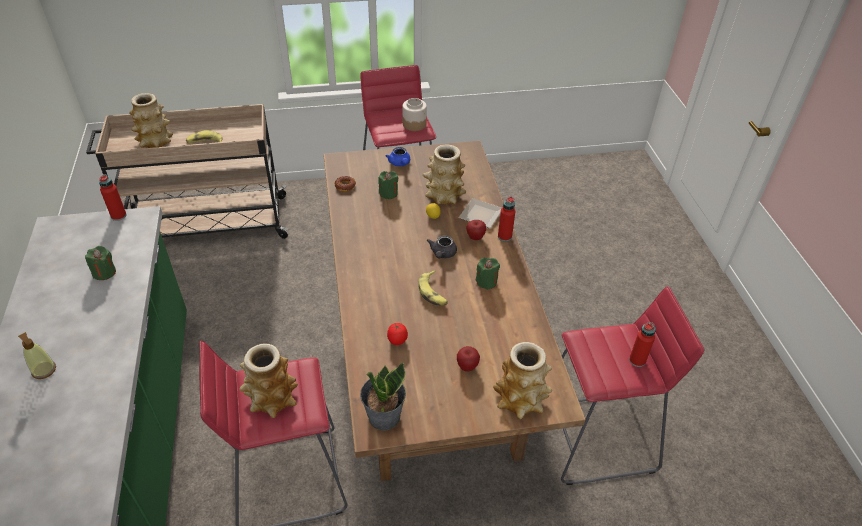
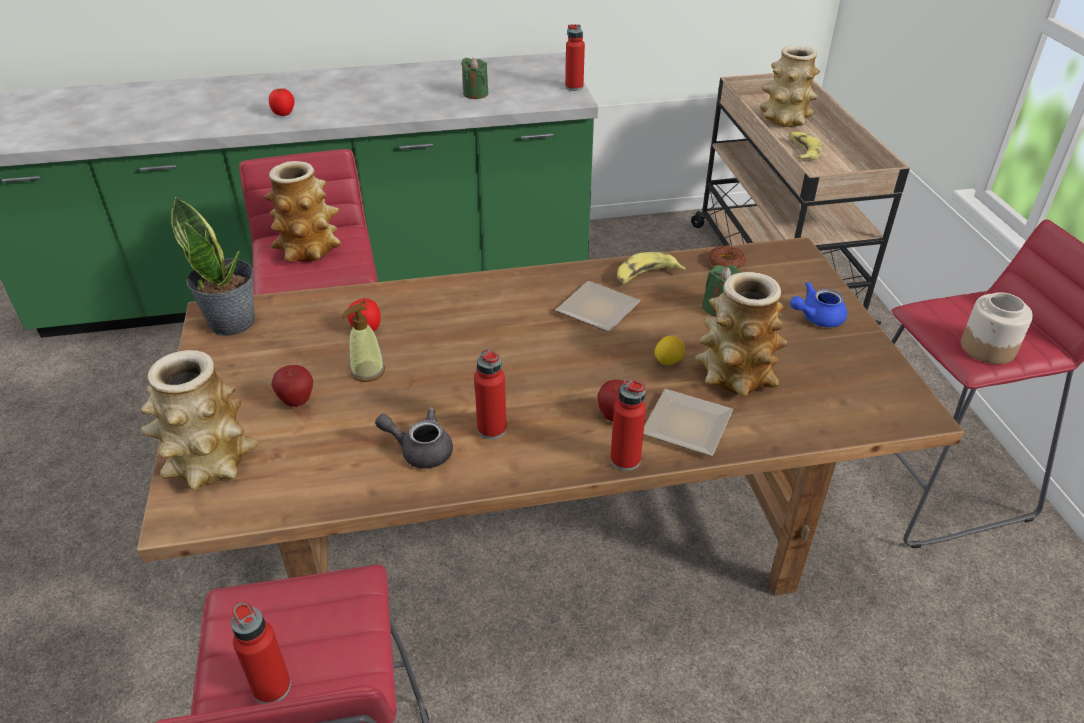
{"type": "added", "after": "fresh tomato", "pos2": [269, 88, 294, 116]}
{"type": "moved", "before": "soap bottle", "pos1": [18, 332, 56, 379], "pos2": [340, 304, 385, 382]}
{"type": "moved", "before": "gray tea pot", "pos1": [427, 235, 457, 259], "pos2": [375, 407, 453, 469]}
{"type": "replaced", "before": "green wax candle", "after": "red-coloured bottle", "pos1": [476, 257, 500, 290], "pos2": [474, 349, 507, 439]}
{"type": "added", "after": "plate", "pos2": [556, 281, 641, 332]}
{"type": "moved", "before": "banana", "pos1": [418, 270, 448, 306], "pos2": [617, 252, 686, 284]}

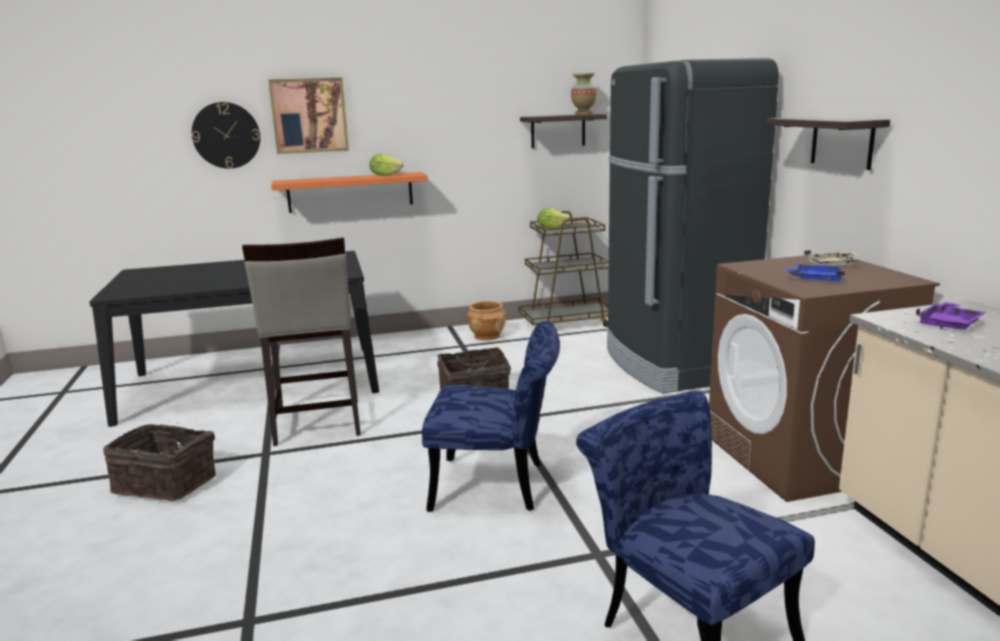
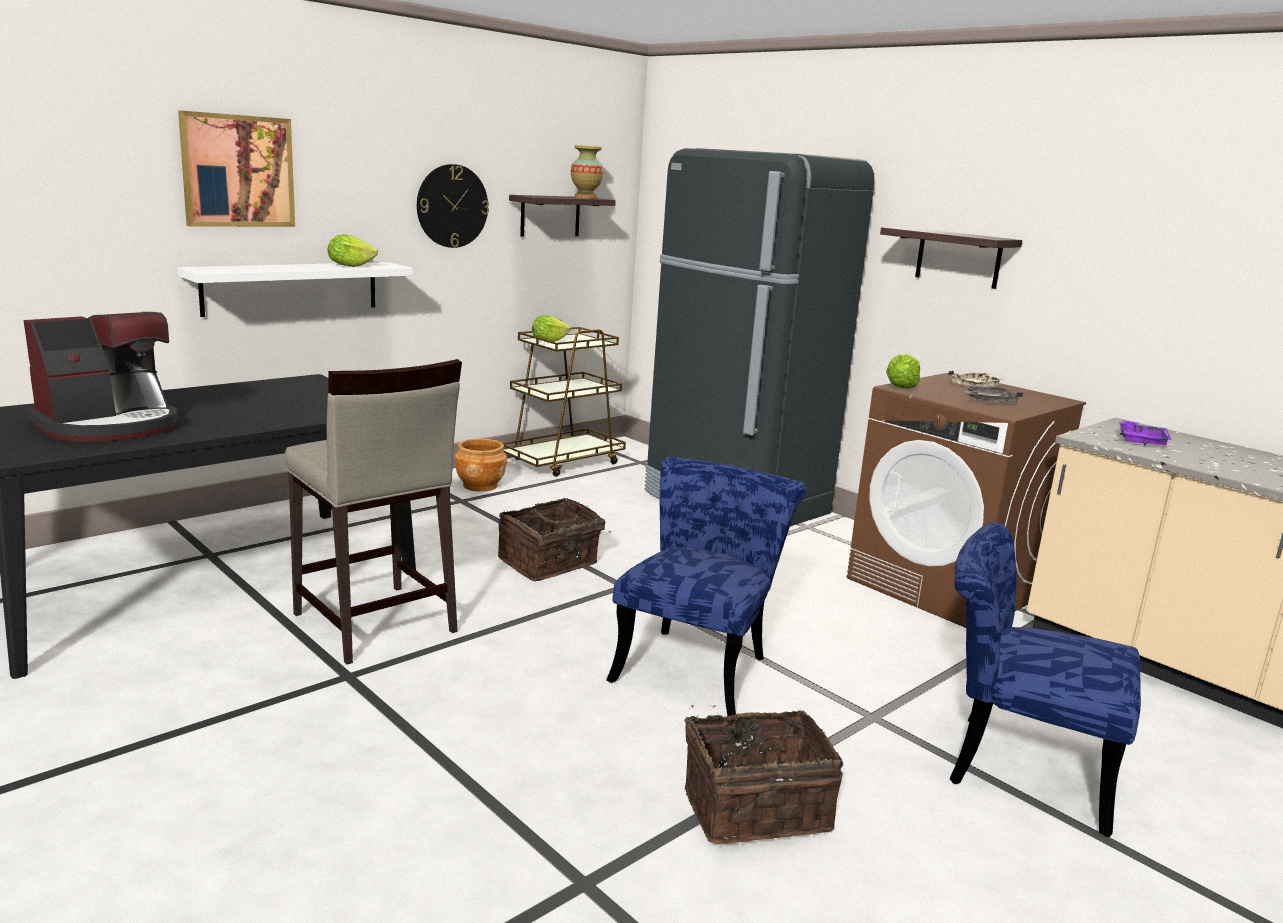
{"type": "added", "after": "coffee brewer", "pos2": [23, 312, 178, 442]}
{"type": "recoloured", "before": "orange wall shelf", "after": "white wall shelf", "pos1": [271, 172, 428, 213], "pos2": [177, 262, 413, 317]}
{"type": "moved", "before": "hanging clock", "pos1": [192, 102, 260, 169], "pos2": [417, 164, 489, 248]}
{"type": "turned", "before": "blue plain chair", "pos1": [422, 321, 560, 512], "pos2": [606, 457, 807, 716], "turn": -45}
{"type": "moved", "before": "basket", "pos1": [103, 420, 216, 501], "pos2": [684, 705, 843, 844]}
{"type": "added", "after": "lettuce head", "pos2": [886, 354, 920, 388]}
{"type": "recoloured", "before": "blue carrying tray", "after": "gray carrying tray", "pos1": [785, 263, 845, 281], "pos2": [964, 385, 1023, 403]}

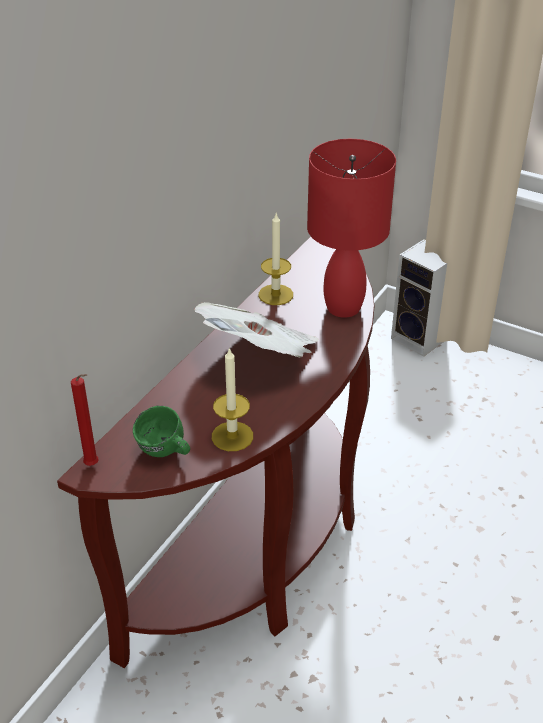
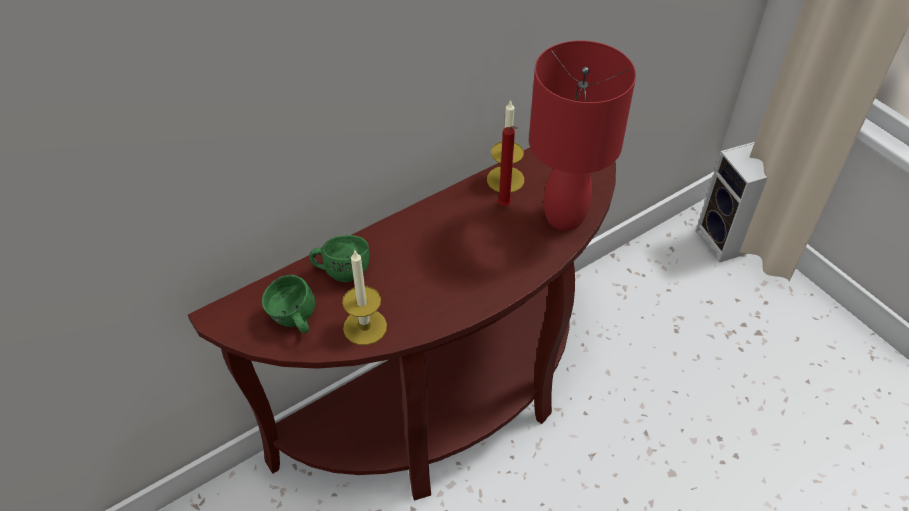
{"type": "added", "after": "green coffee mug", "pos2": [309, 235, 369, 282]}
{"type": "moved", "before": "red-coloured wax candle", "pos1": [71, 374, 99, 466], "pos2": [498, 126, 518, 206]}
{"type": "removed", "before": "printed paper", "pos1": [195, 302, 319, 358]}

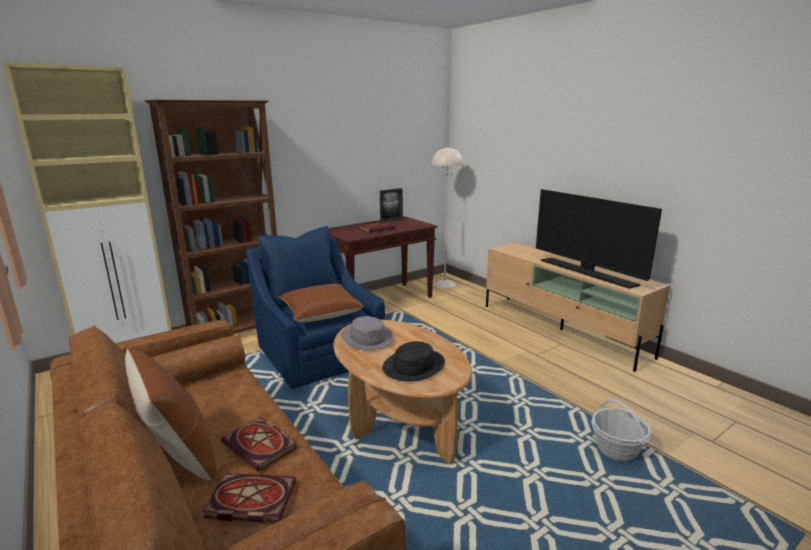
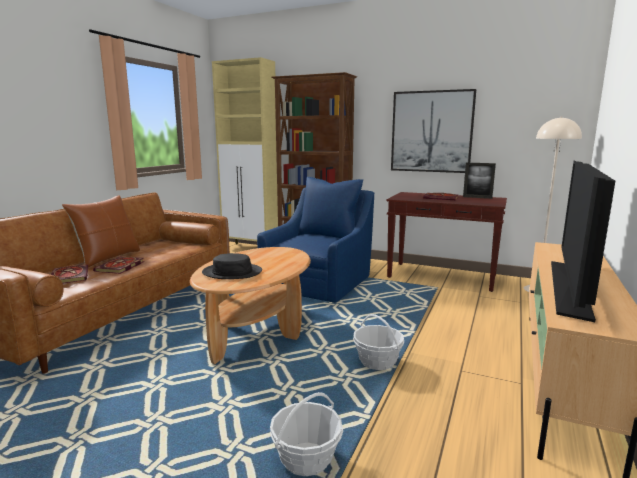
{"type": "added", "after": "basket", "pos2": [353, 314, 404, 370]}
{"type": "added", "after": "wall picture", "pos2": [391, 89, 476, 173]}
{"type": "removed", "before": "brownish cushion", "pos1": [279, 283, 364, 322]}
{"type": "removed", "before": "gray wearable hat", "pos1": [341, 316, 395, 350]}

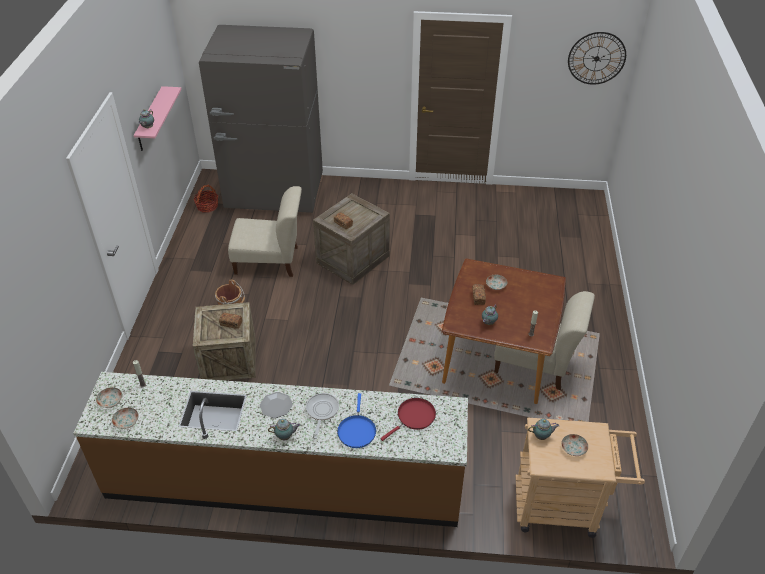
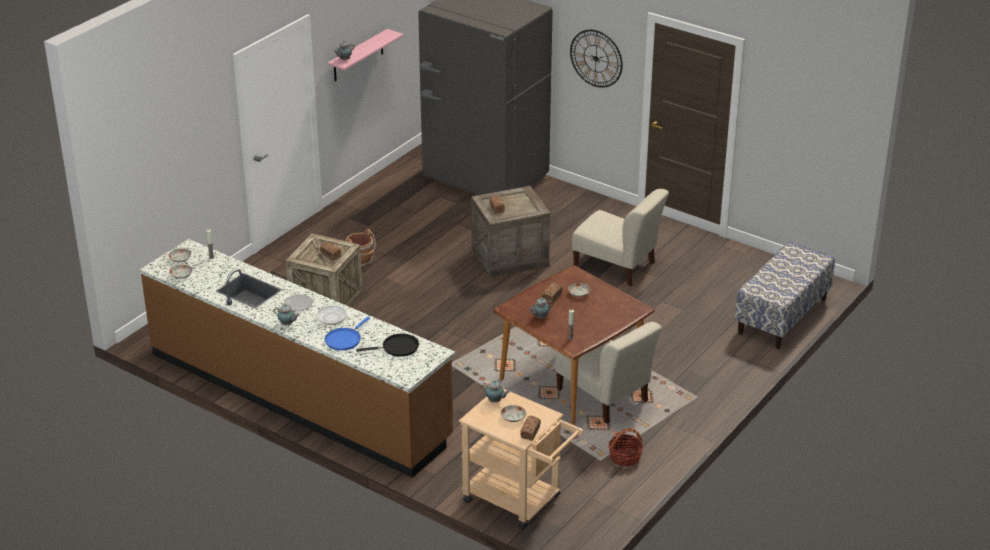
{"type": "recoloured", "before": "red-coloured frying pan", "after": "black frying pan", "pos1": [380, 398, 436, 441], "pos2": [356, 334, 419, 357]}
{"type": "added", "after": "baked bread", "pos2": [521, 416, 541, 441]}
{"type": "moved", "before": "hanging clock", "pos1": [568, 32, 626, 85], "pos2": [570, 30, 623, 88]}
{"type": "moved", "before": "beige plain chair", "pos1": [228, 186, 302, 277], "pos2": [572, 189, 669, 286]}
{"type": "moved", "before": "basket", "pos1": [194, 185, 218, 212], "pos2": [608, 428, 643, 467]}
{"type": "added", "after": "bench", "pos2": [735, 242, 835, 349]}

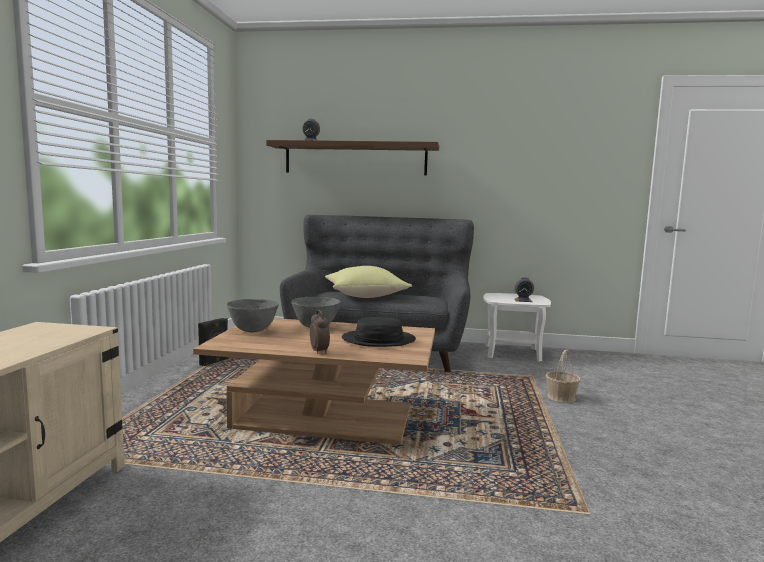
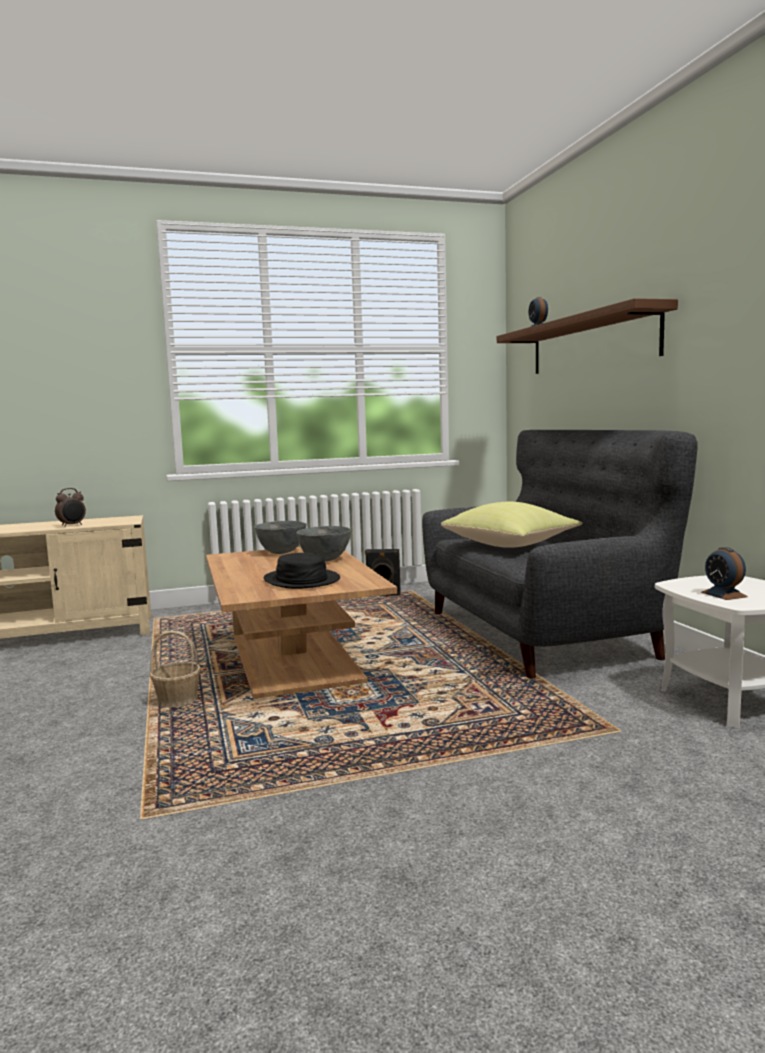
{"type": "moved", "before": "bedside clock", "pos1": [310, 310, 330, 354], "pos2": [55, 488, 86, 527]}
{"type": "moved", "before": "basket", "pos1": [546, 349, 581, 403], "pos2": [149, 631, 201, 707]}

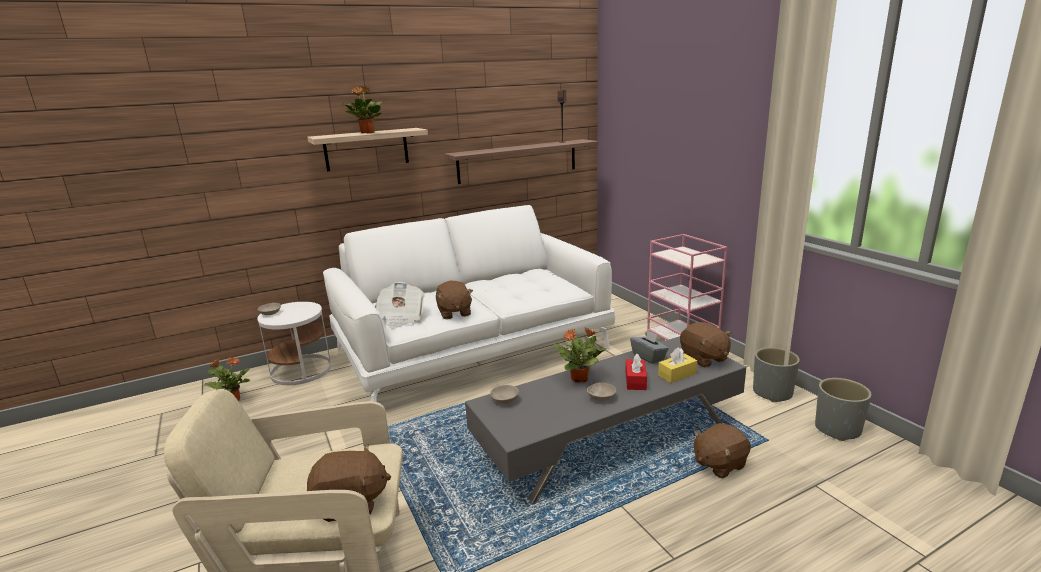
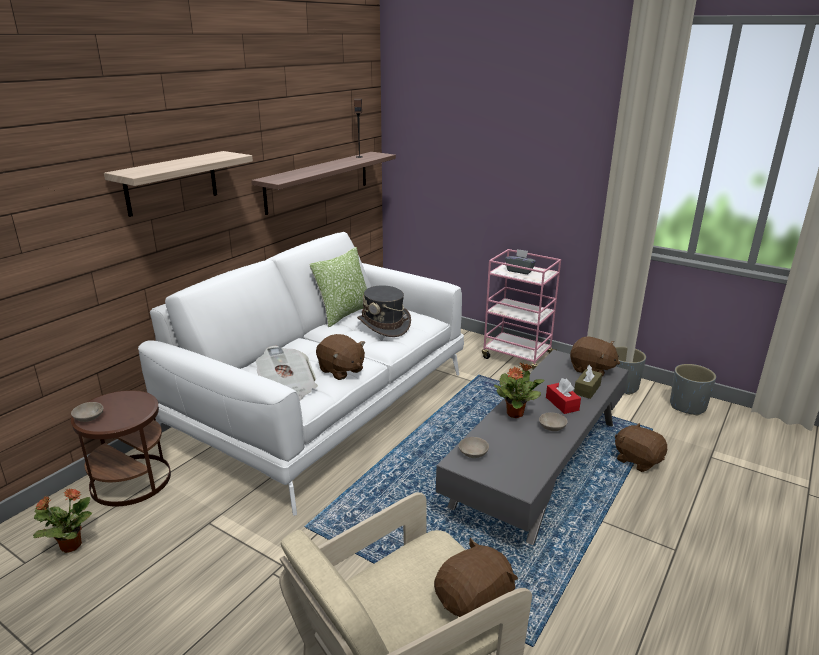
{"type": "recoloured", "before": "white side table", "after": "brownish side table", "pos1": [257, 302, 331, 385], "pos2": [71, 390, 171, 506]}
{"type": "added", "after": "cushion", "pos2": [309, 247, 367, 328]}
{"type": "added", "after": "gray wearable hat", "pos2": [357, 286, 411, 337]}
{"type": "moved", "before": "gray tissue box", "pos1": [630, 330, 669, 364], "pos2": [505, 249, 536, 274]}
{"type": "recoloured", "before": "yellowish tissue box", "after": "brownish tissue box", "pos1": [658, 347, 697, 383], "pos2": [574, 365, 602, 399]}
{"type": "turned", "before": "brownish soft toy", "pos1": [694, 423, 751, 479], "pos2": [615, 423, 667, 472], "turn": 105}
{"type": "removed", "before": "potted plant", "pos1": [343, 86, 382, 133]}

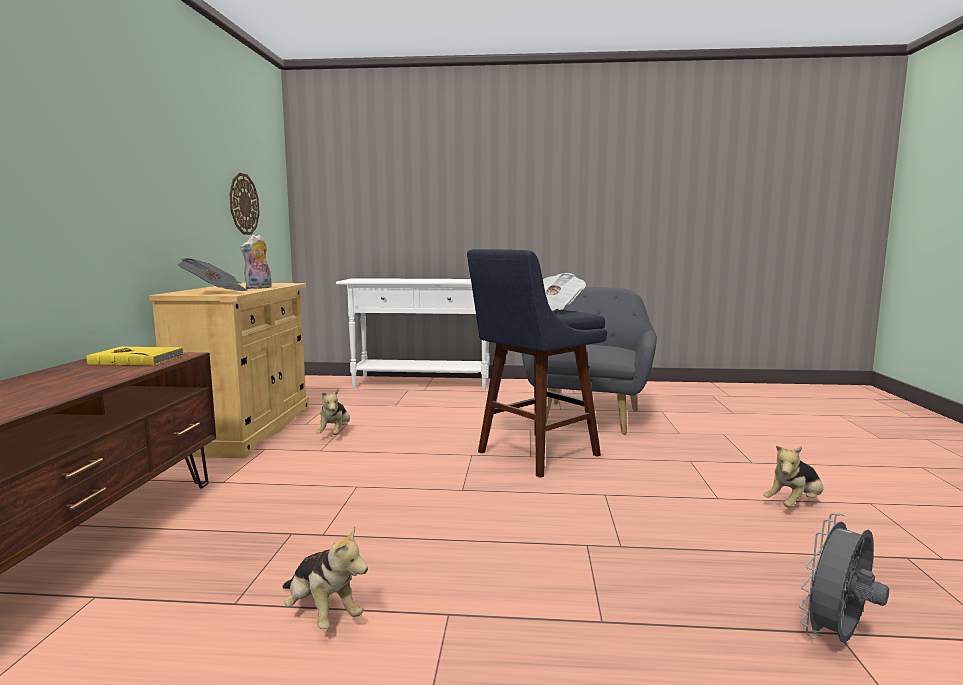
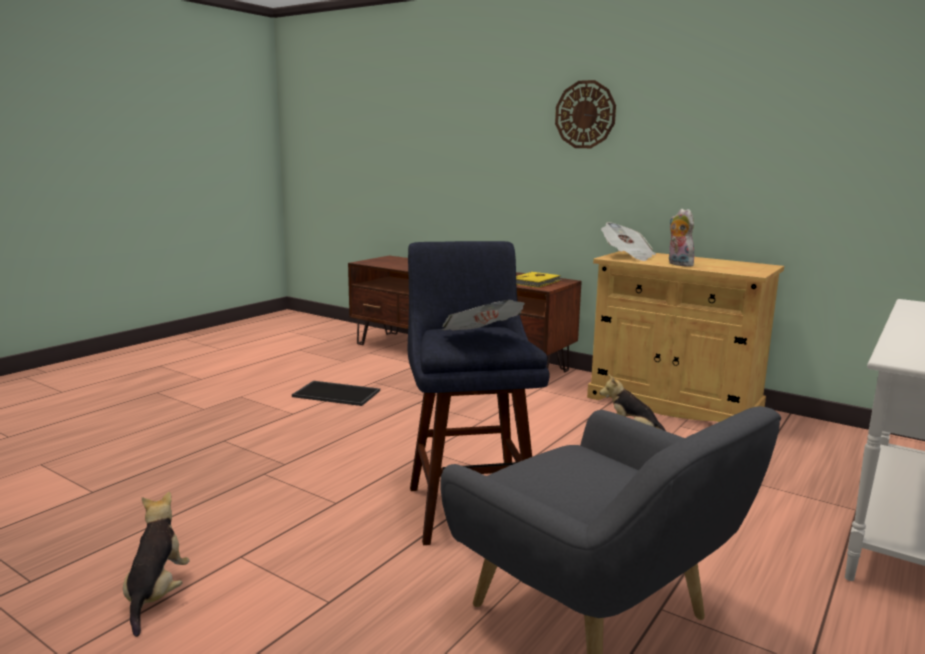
{"type": "replaced", "before": "soft toy", "after": "carrying tray", "pos1": [282, 526, 368, 629], "pos2": [292, 381, 380, 406]}
{"type": "moved", "before": "hanging clock", "pos1": [229, 173, 260, 235], "pos2": [555, 80, 616, 148]}
{"type": "removed", "before": "gray cooling fan", "pos1": [799, 513, 889, 643]}

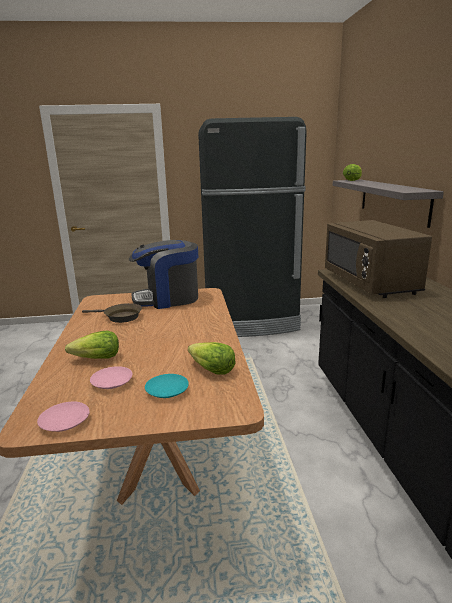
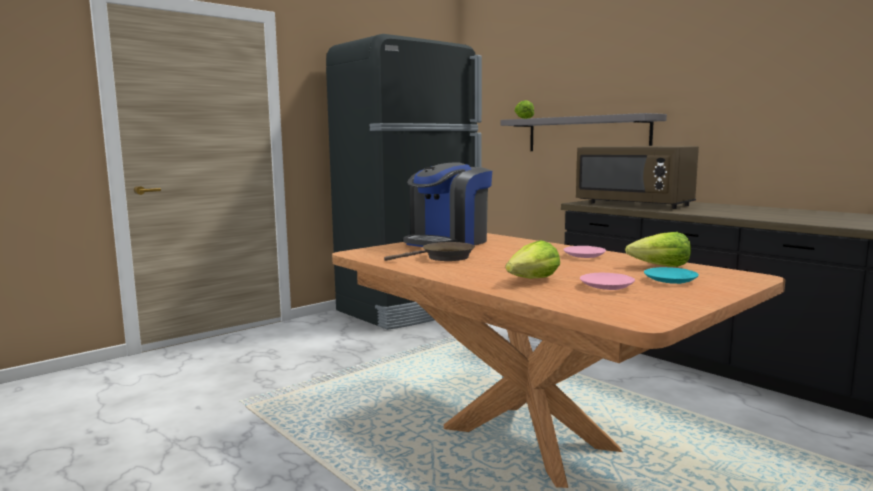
{"type": "moved", "before": "pinkish plate", "pos1": [37, 402, 89, 432], "pos2": [563, 246, 606, 258]}

